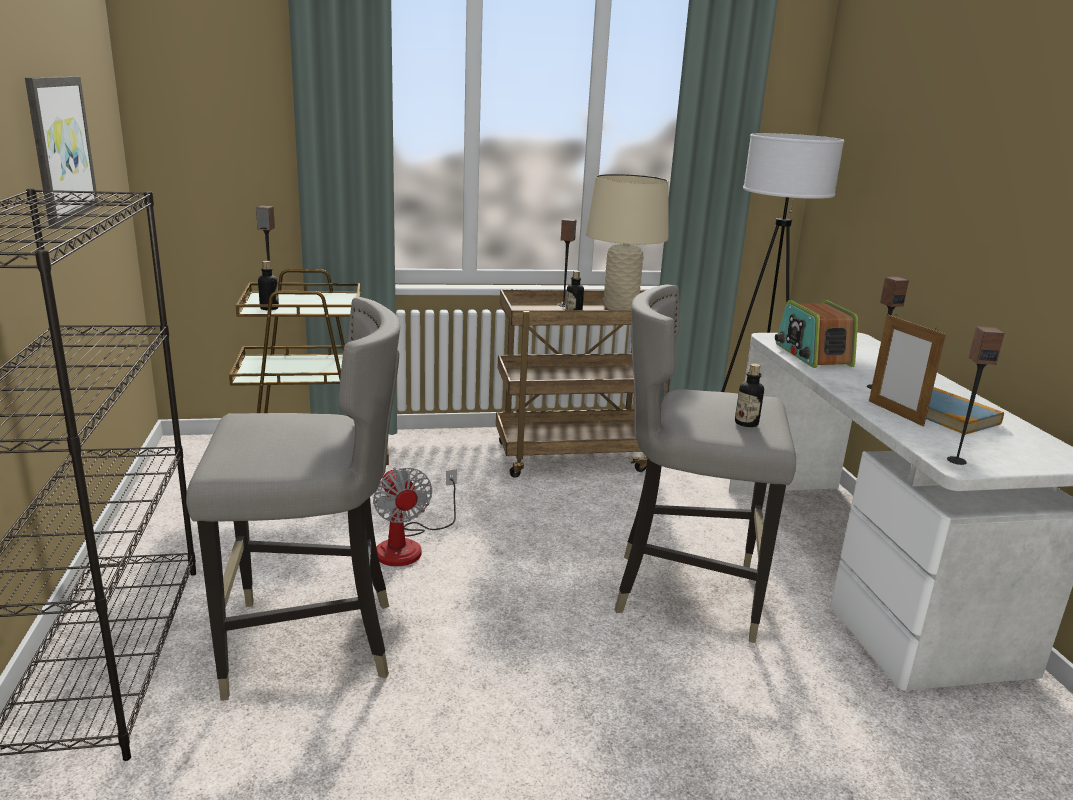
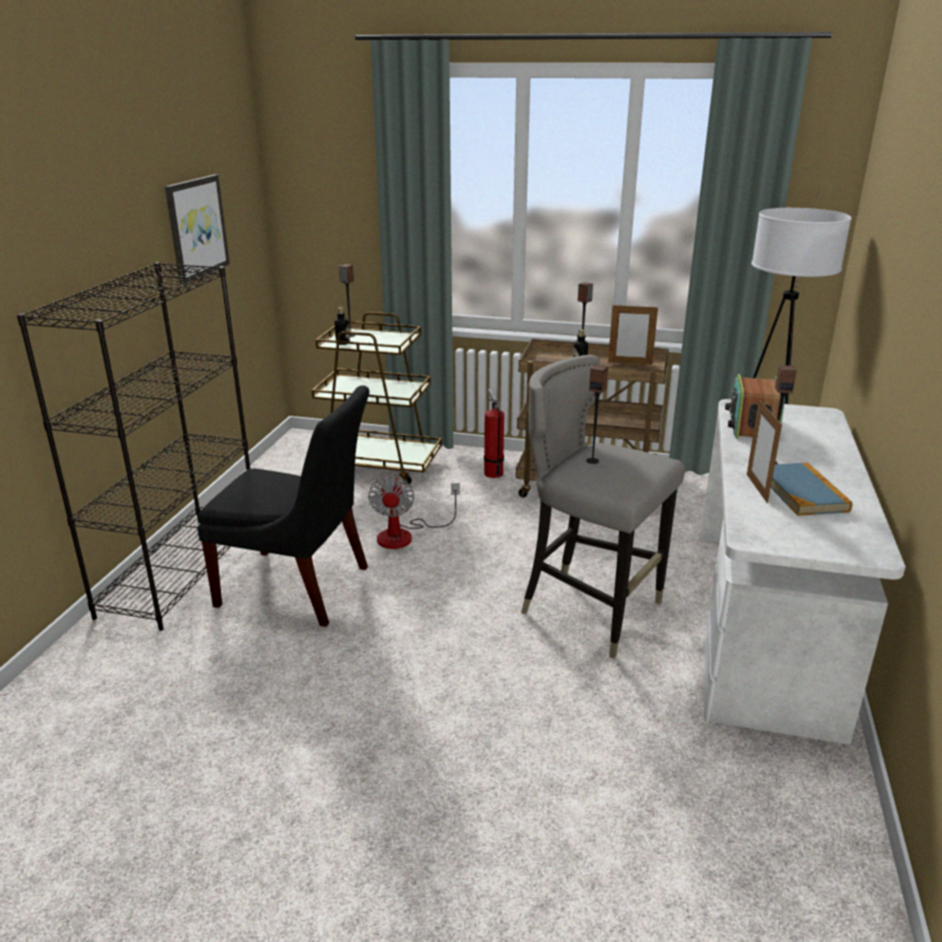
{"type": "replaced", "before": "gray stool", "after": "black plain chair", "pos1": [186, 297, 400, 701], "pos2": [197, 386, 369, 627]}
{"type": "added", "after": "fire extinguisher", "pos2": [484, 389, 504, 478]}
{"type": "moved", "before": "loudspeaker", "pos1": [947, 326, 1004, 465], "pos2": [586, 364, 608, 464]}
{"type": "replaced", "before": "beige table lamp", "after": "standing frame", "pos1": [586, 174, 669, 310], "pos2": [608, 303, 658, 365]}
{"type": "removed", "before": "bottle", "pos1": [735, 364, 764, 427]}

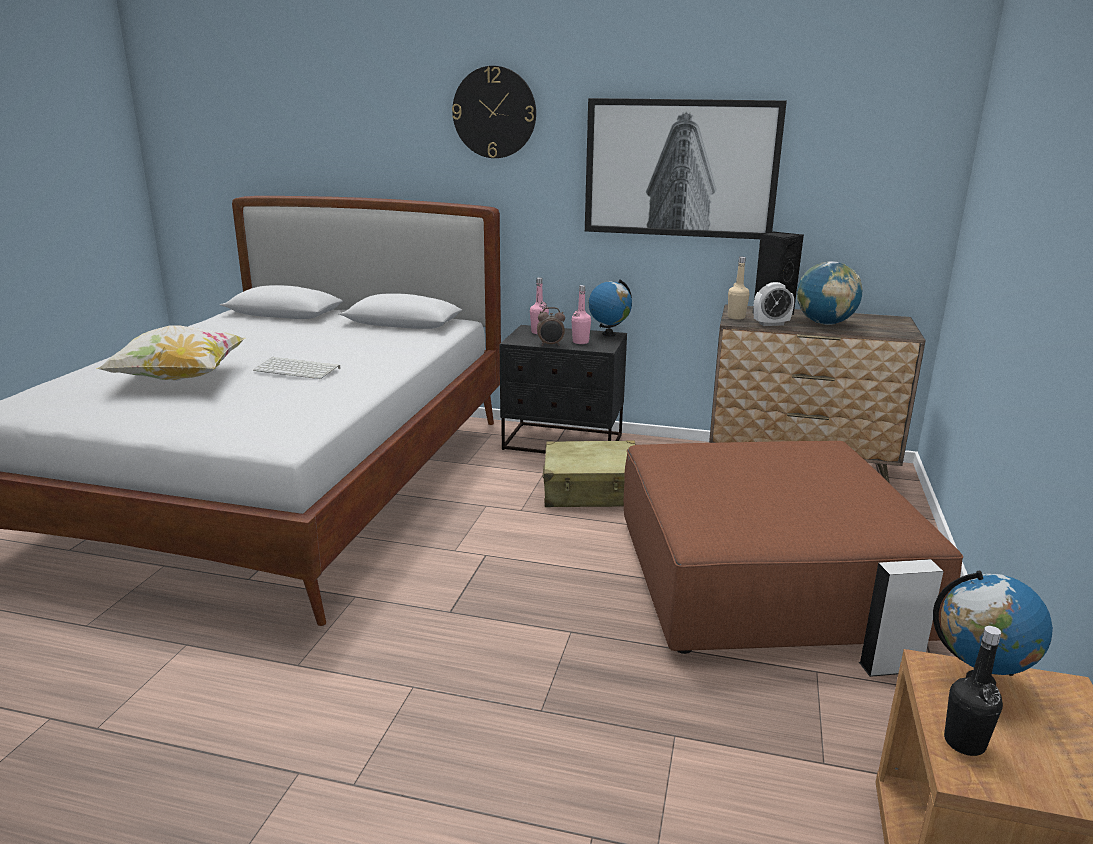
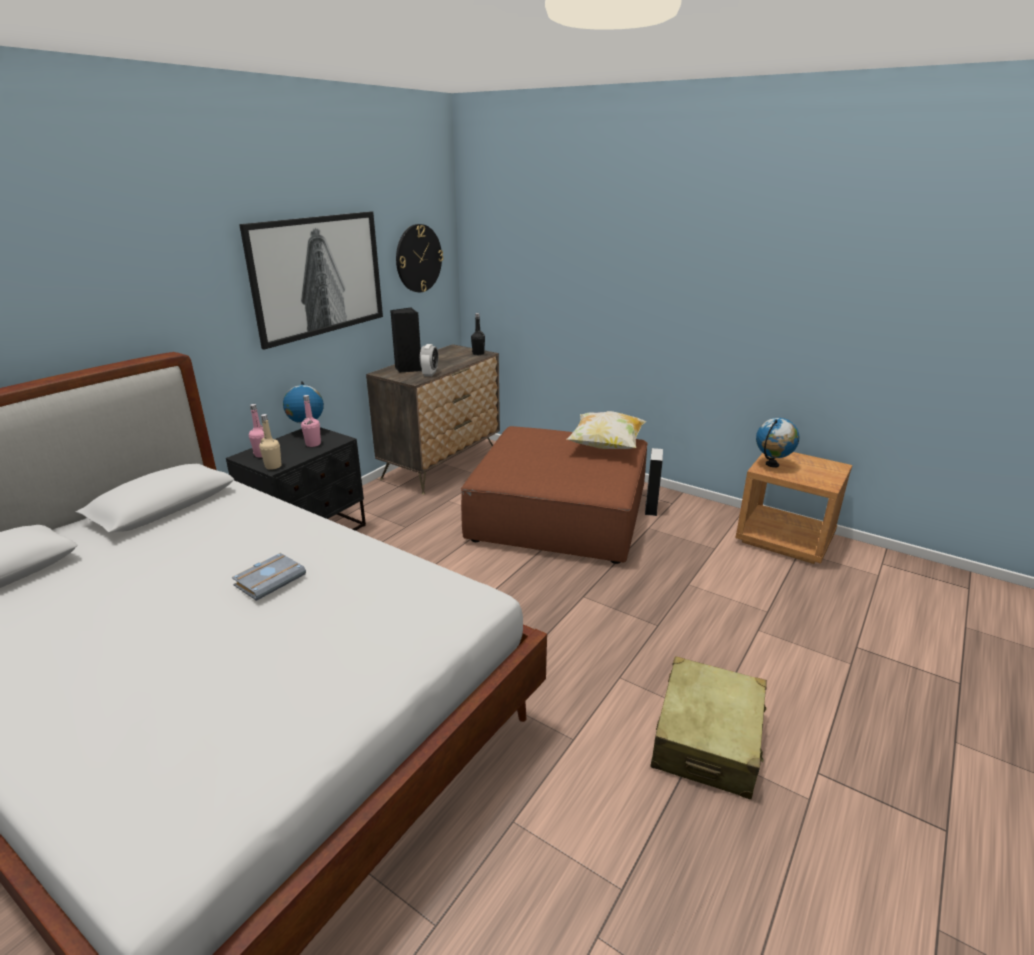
{"type": "replaced", "before": "PC keyboard", "after": "gray book", "pos1": [253, 357, 340, 379], "pos2": [232, 553, 306, 601]}
{"type": "moved", "before": "beige bottle", "pos1": [728, 257, 750, 320], "pos2": [259, 414, 282, 470]}
{"type": "moved", "before": "hanging clock", "pos1": [452, 66, 536, 158], "pos2": [396, 224, 443, 292]}
{"type": "moved", "before": "black bottle", "pos1": [944, 626, 1003, 756], "pos2": [471, 313, 485, 355]}
{"type": "moved", "before": "cushion", "pos1": [96, 325, 245, 381], "pos2": [566, 411, 646, 449]}
{"type": "moved", "before": "beige travel case", "pos1": [543, 440, 636, 507], "pos2": [650, 656, 767, 799]}
{"type": "removed", "before": "bedside clock", "pos1": [537, 307, 565, 346]}
{"type": "removed", "before": "globe", "pos1": [797, 261, 862, 325]}

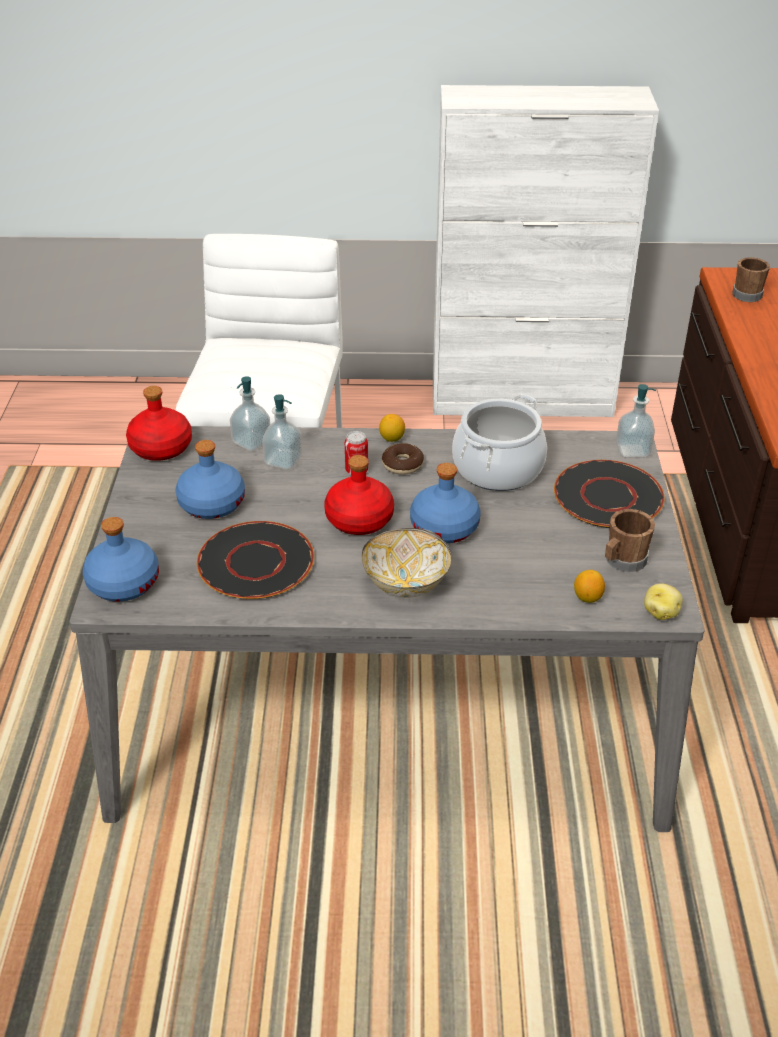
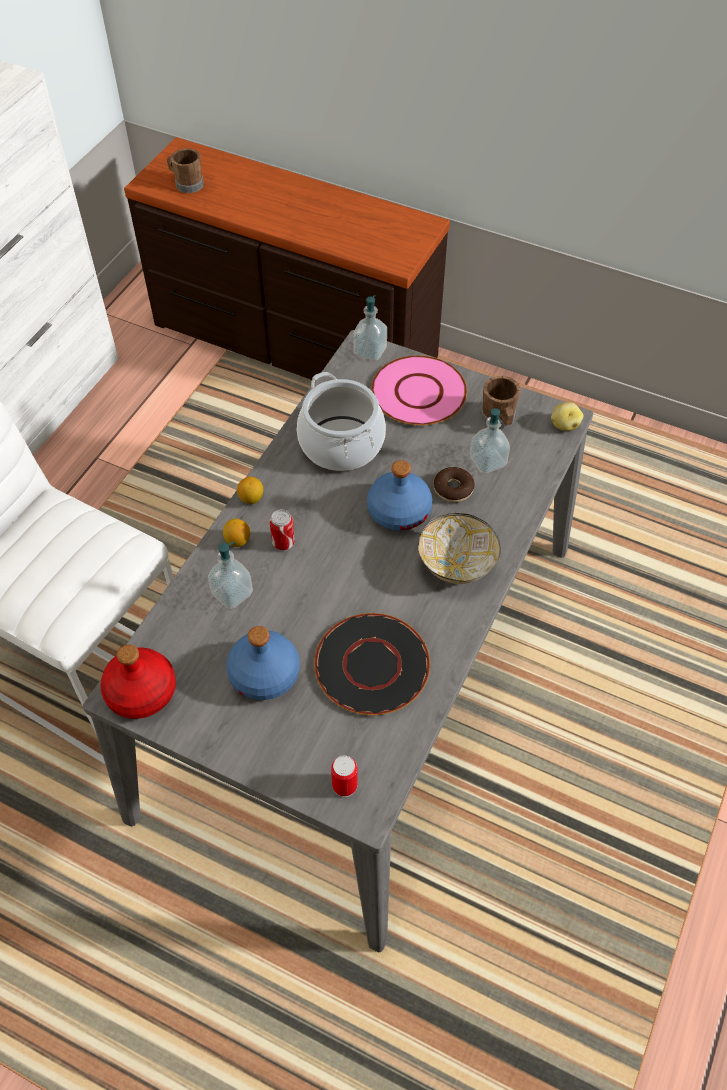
{"type": "moved", "before": "lemon", "pos1": [574, 570, 605, 603], "pos2": [223, 519, 250, 547]}
{"type": "replaced", "before": "blue bottle", "after": "can", "pos1": [83, 517, 159, 602], "pos2": [331, 756, 358, 797]}
{"type": "recoloured", "before": "black plate", "after": "pinkish plate", "pos1": [554, 460, 665, 528], "pos2": [371, 355, 467, 425]}
{"type": "moved", "before": "doughnut", "pos1": [382, 443, 424, 474], "pos2": [434, 467, 475, 503]}
{"type": "moved", "before": "soap bottle", "pos1": [230, 376, 270, 452], "pos2": [470, 408, 510, 474]}
{"type": "removed", "before": "red-coloured bottle", "pos1": [324, 455, 394, 535]}

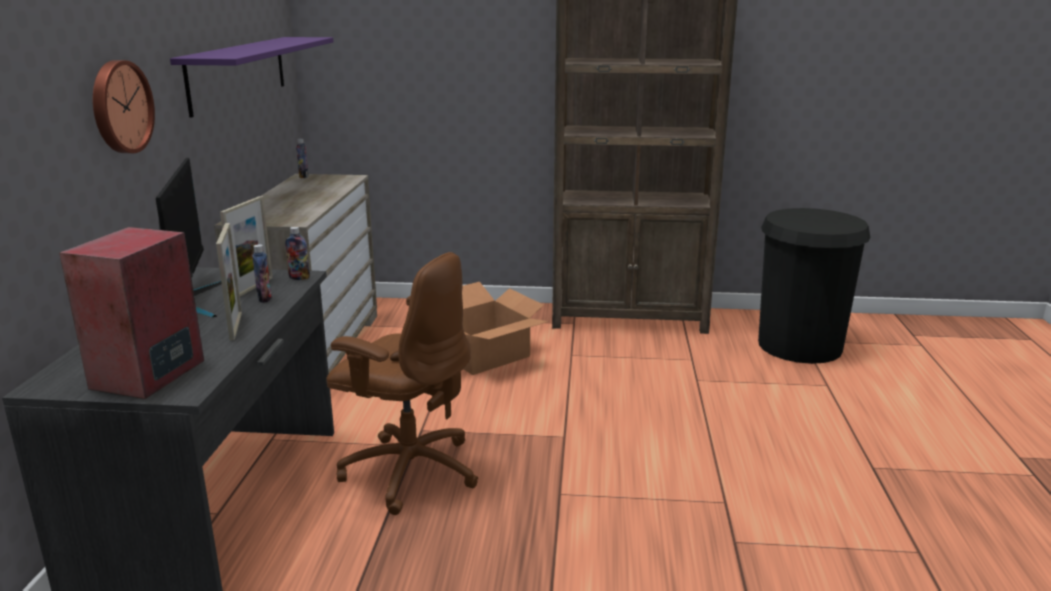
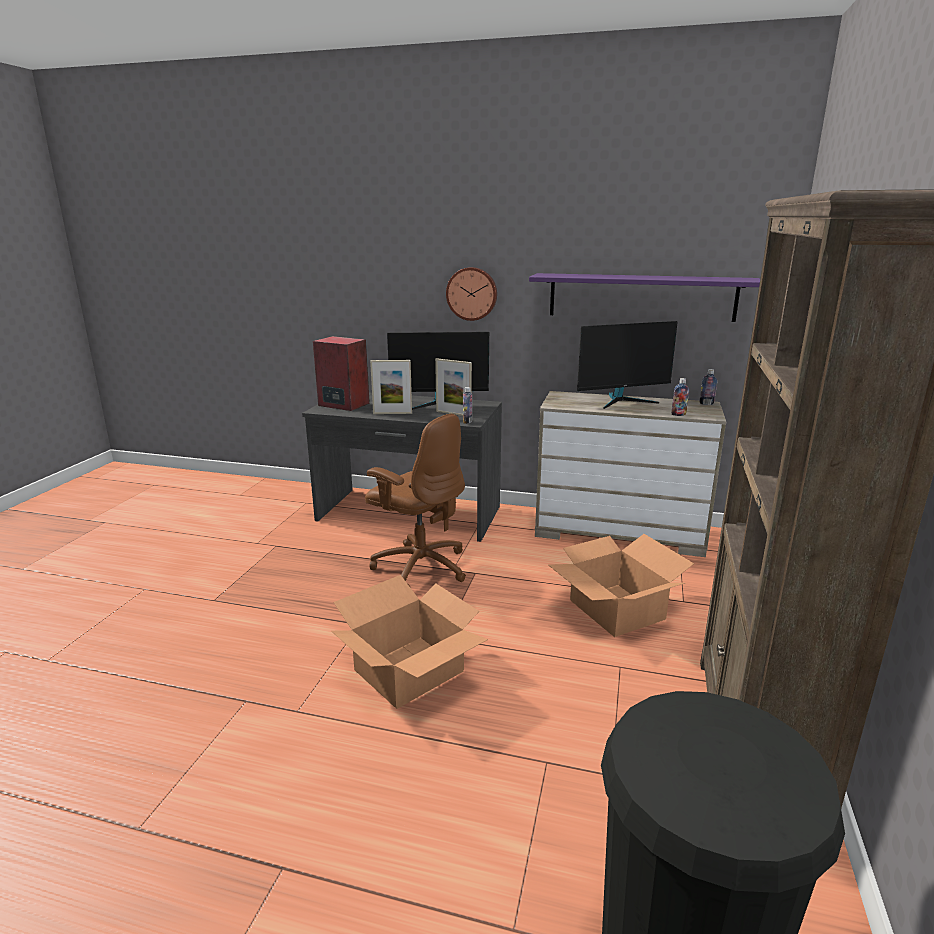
{"type": "added", "after": "packing box", "pos2": [331, 575, 488, 709]}
{"type": "turned", "before": "brownish computer chair", "pos1": [326, 252, 478, 515], "pos2": [365, 414, 466, 588], "turn": -90}
{"type": "added", "after": "computer display", "pos2": [577, 321, 678, 409]}
{"type": "moved", "before": "bottle", "pos1": [252, 244, 272, 303], "pos2": [671, 378, 689, 416]}

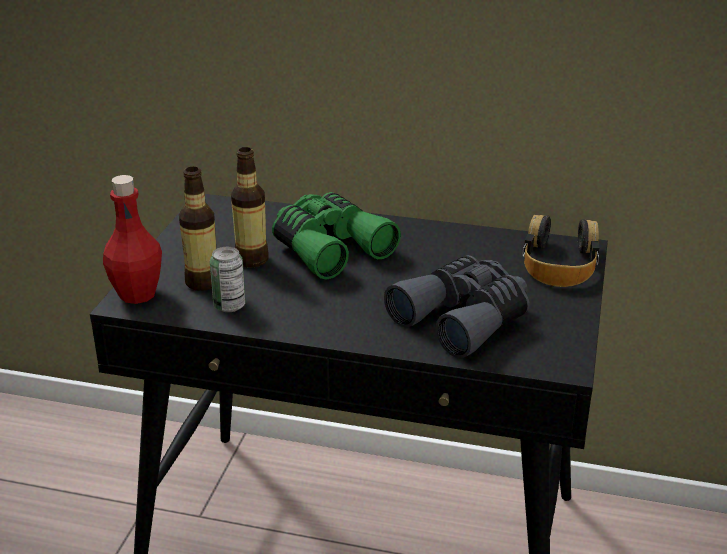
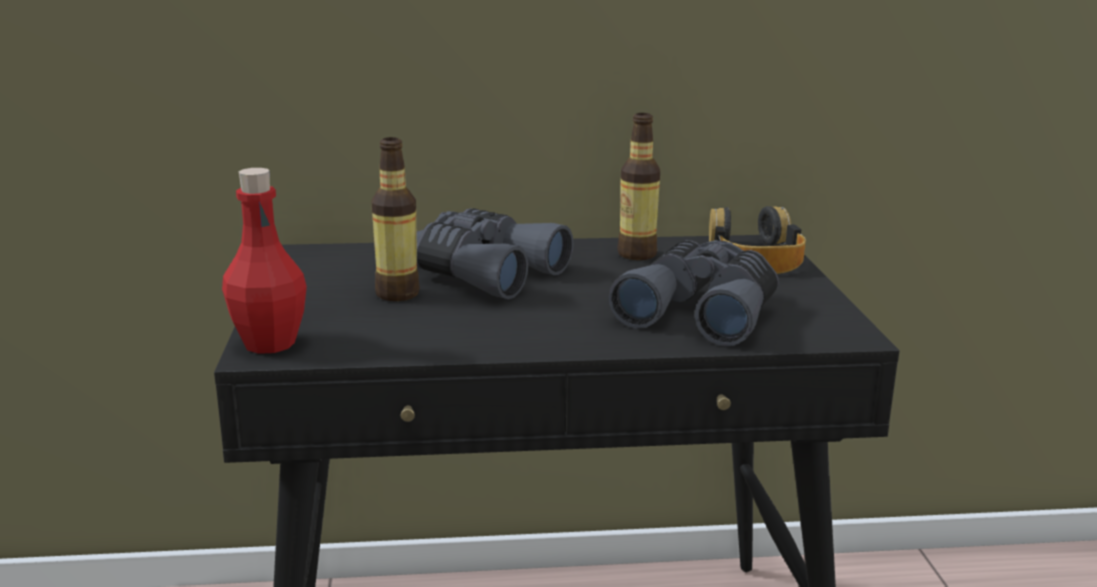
{"type": "recoloured", "before": "green field glasses", "after": "gray field glasses", "pos1": [272, 192, 401, 280], "pos2": [416, 208, 573, 300]}
{"type": "moved", "before": "bottle", "pos1": [179, 167, 216, 291], "pos2": [617, 113, 660, 260]}
{"type": "removed", "before": "can", "pos1": [210, 247, 246, 312]}

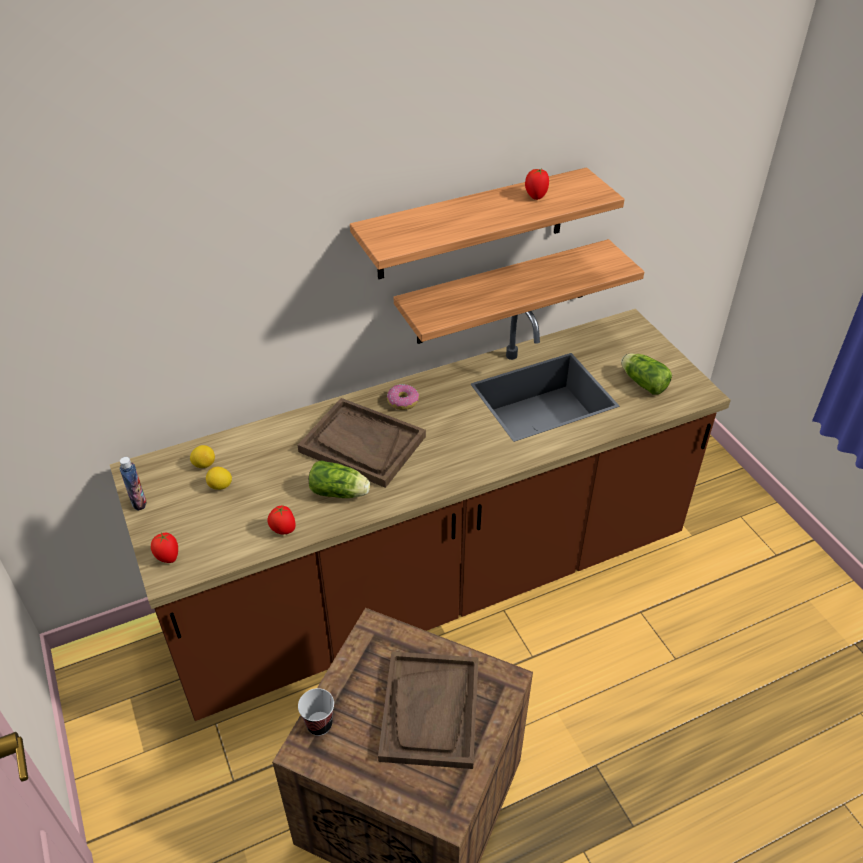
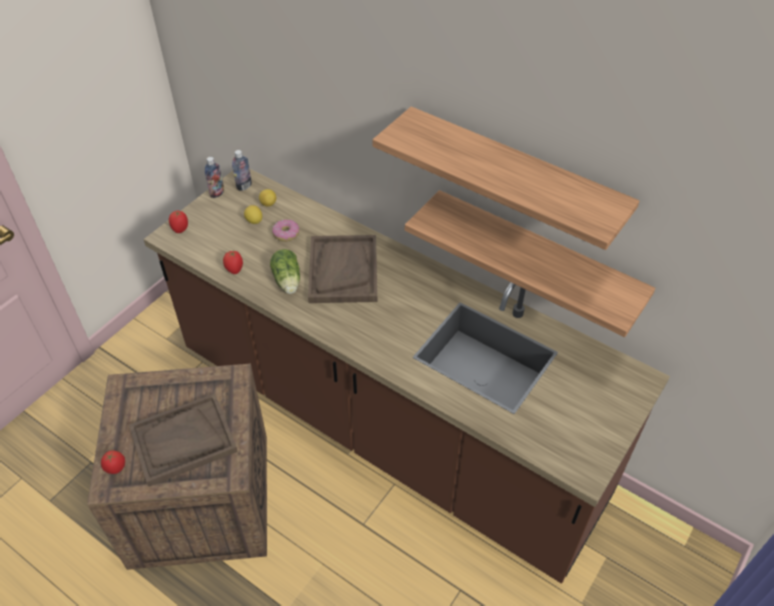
{"type": "moved", "before": "fresh tomato", "pos1": [525, 169, 549, 200], "pos2": [101, 450, 125, 474]}
{"type": "added", "after": "bottle", "pos2": [232, 150, 252, 191]}
{"type": "moved", "before": "doughnut", "pos1": [387, 384, 419, 410], "pos2": [272, 219, 299, 242]}
{"type": "removed", "before": "small cup", "pos1": [298, 688, 334, 736]}
{"type": "removed", "before": "lettuce head", "pos1": [621, 354, 672, 395]}

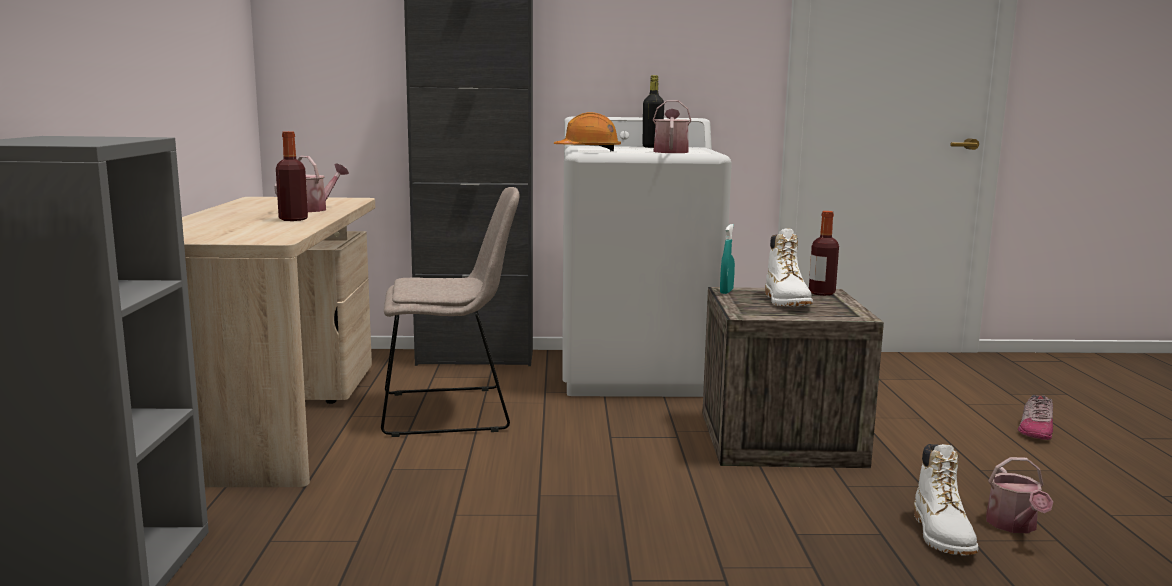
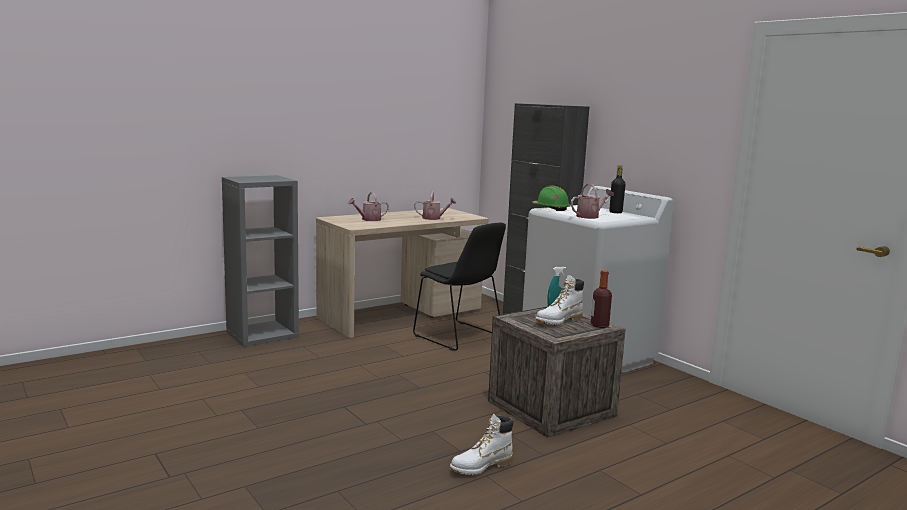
{"type": "moved", "before": "watering can", "pos1": [986, 457, 1053, 533], "pos2": [348, 192, 389, 221]}
{"type": "recoloured", "before": "beige plain chair", "after": "black plain chair", "pos1": [381, 187, 520, 437], "pos2": [413, 223, 506, 351]}
{"type": "recoloured", "before": "orange work helmet", "after": "green work helmet", "pos1": [554, 112, 621, 152], "pos2": [532, 186, 571, 211]}
{"type": "removed", "before": "bottle", "pos1": [276, 131, 308, 221]}
{"type": "removed", "before": "low shoe", "pos1": [1018, 395, 1053, 440]}

